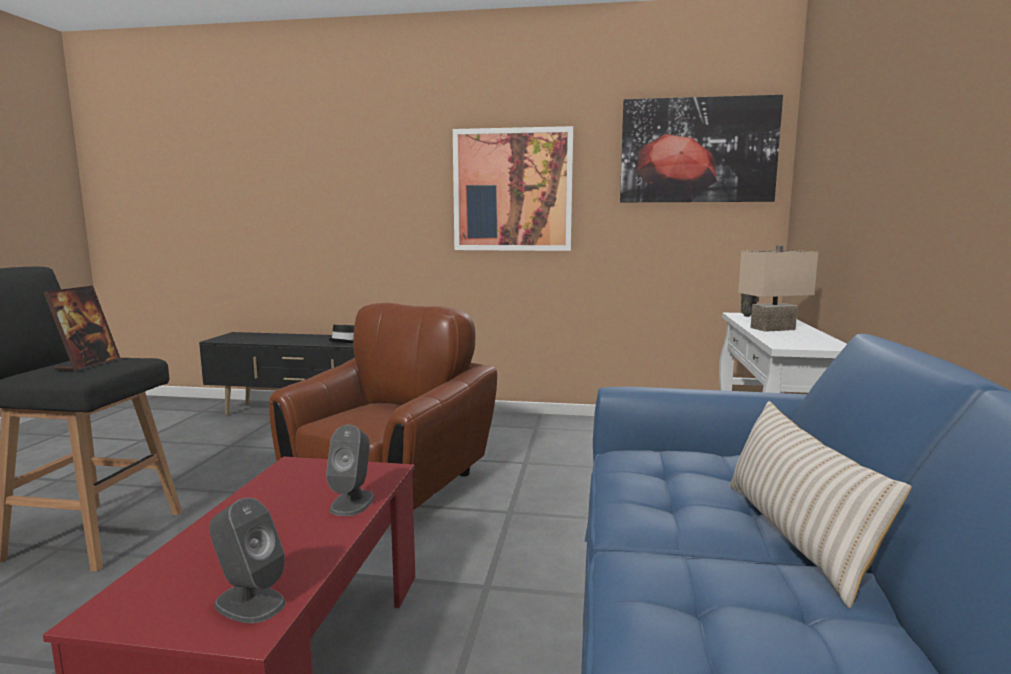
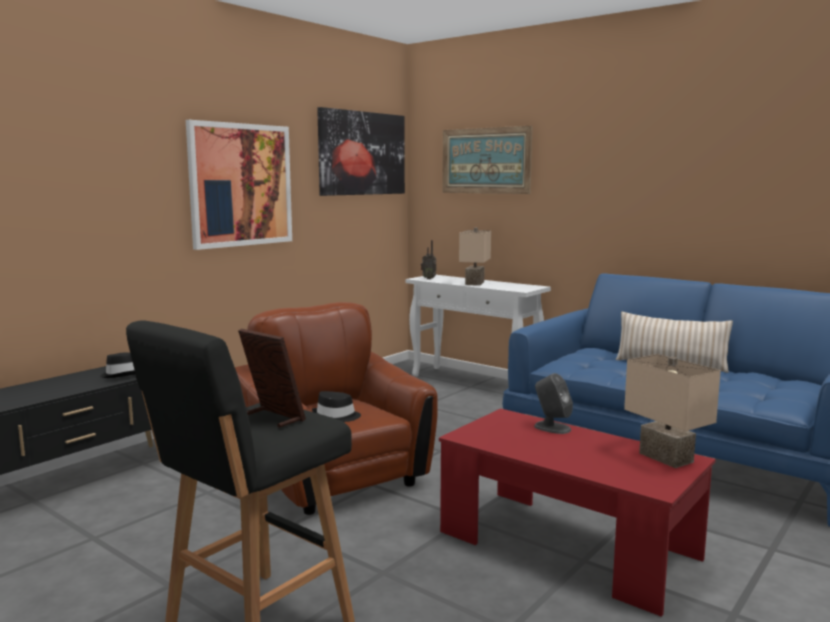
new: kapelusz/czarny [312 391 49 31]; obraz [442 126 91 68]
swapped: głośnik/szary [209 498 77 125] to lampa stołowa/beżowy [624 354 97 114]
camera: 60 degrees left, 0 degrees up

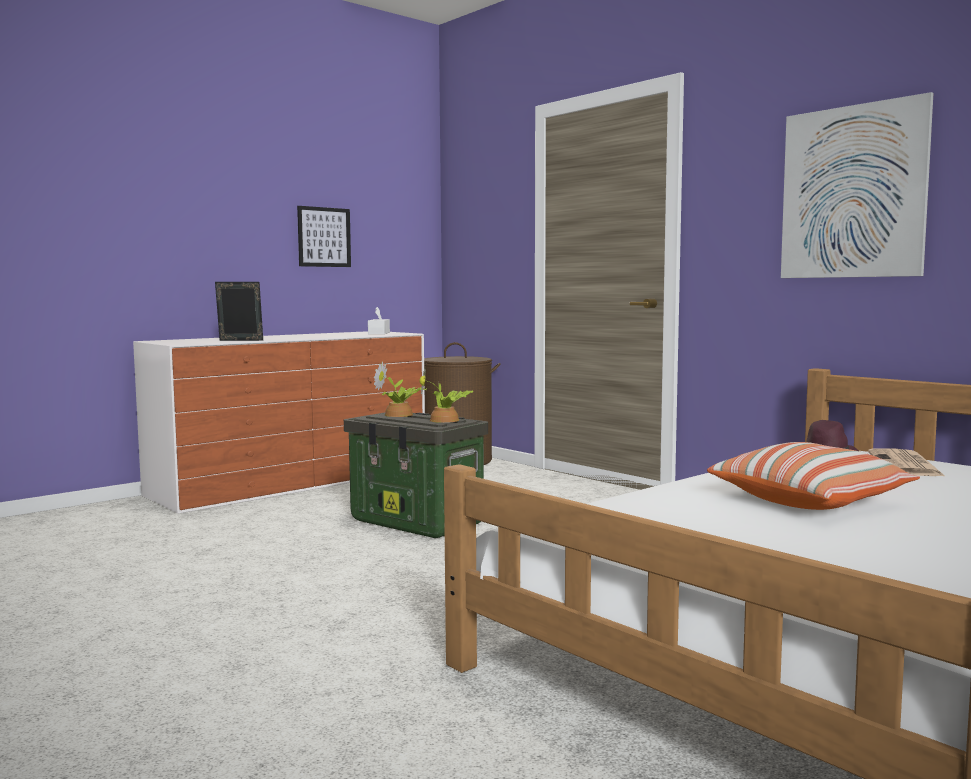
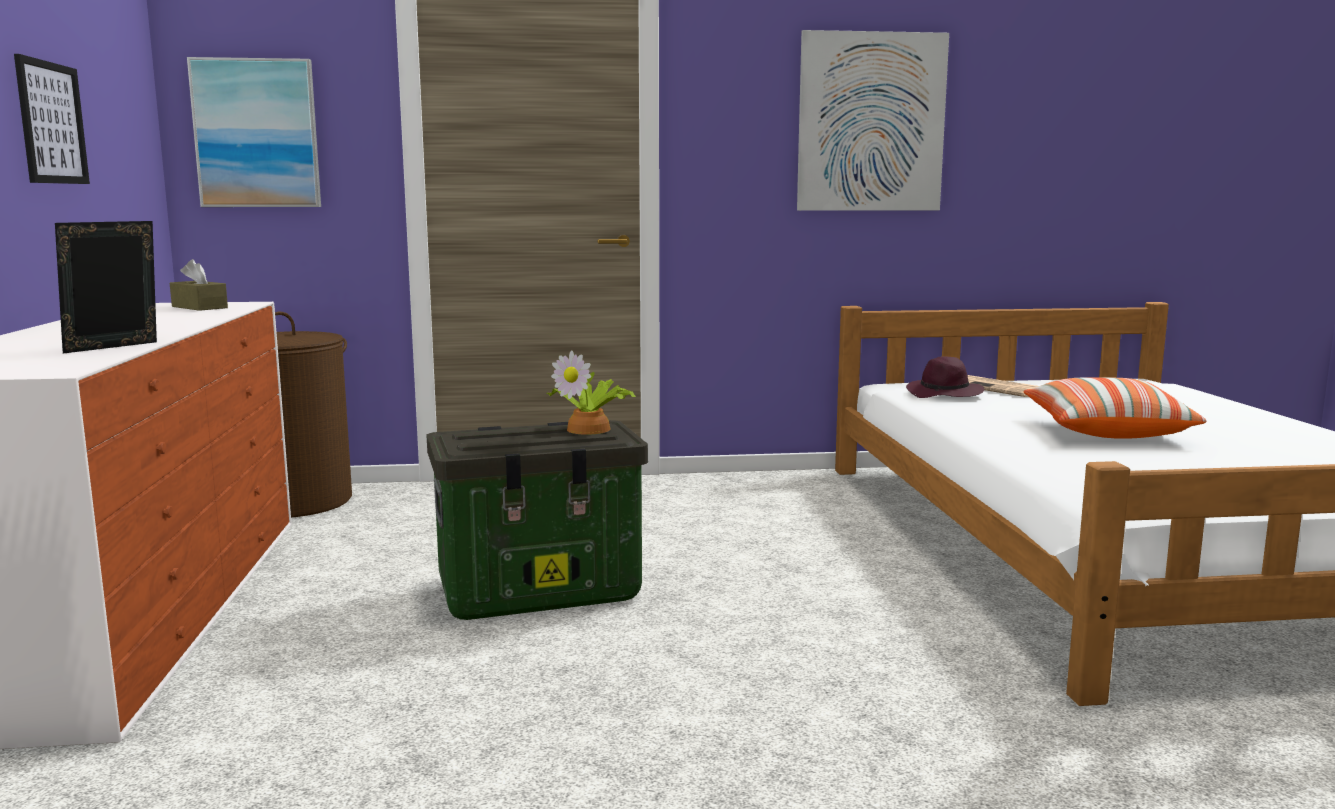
gone: roślina doniczkowa [374 361 53 56]
new: obraz [187 57 134 150]
repainted: pudełko chusteczek/biały [368 307 22 27] to pudełko chusteczek/brązowy [170 259 58 52]
camera: 55 degrees left, 5 degrees up

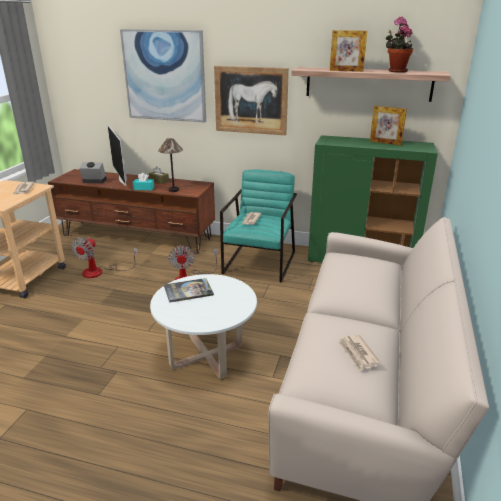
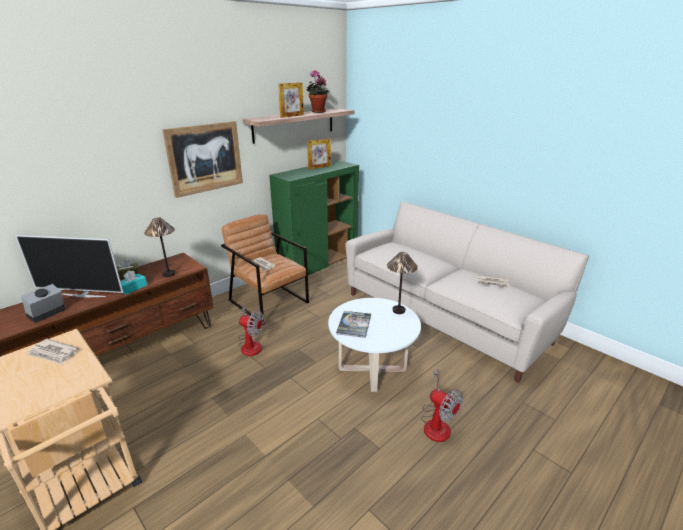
gone: obraz [120 29 86 93]
new: lampa stołowa [387 252 31 62]
shifted: wentylator [72 237 66 41] to [421 369 42 73]
repainted: fotel/turkusowy [220 169 77 114] to fotel/brązowy [221 214 88 111]
camera: 60 degrees left, 0 degrees up

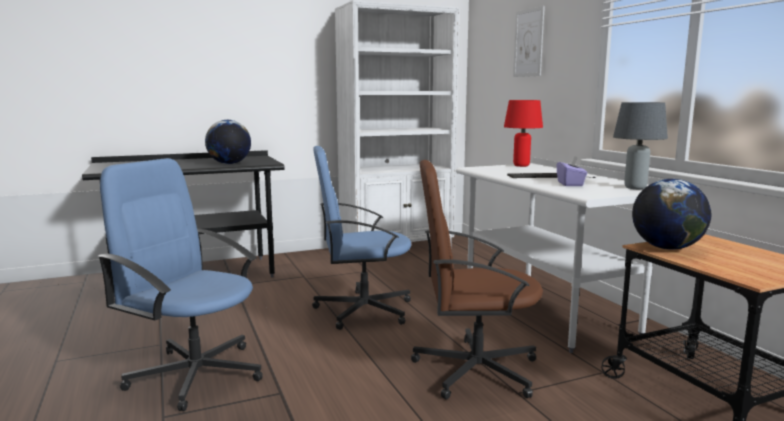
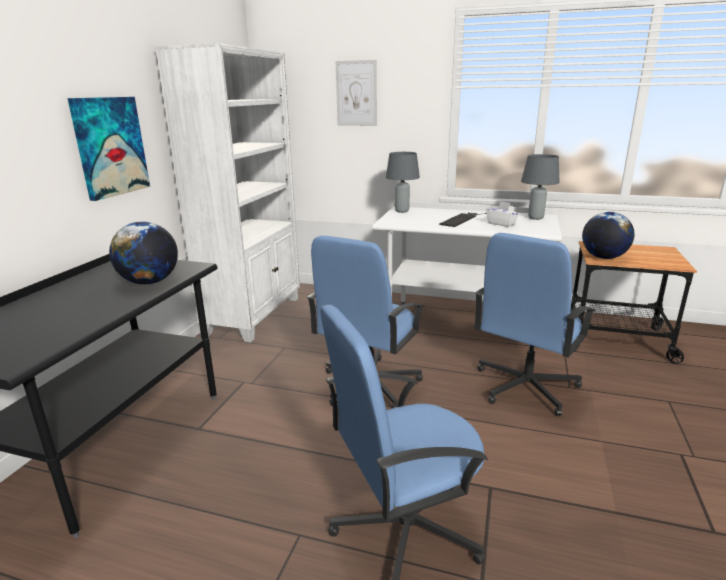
new: obraz [67 97 83 104]
repainted: krzesło biurowe/brązowy [411 160 132 240] to krzesło biurowe/niebieski [474 233 121 183]; lampa stołowa/czerwony [504 100 39 67] to lampa stołowa/szary [386 152 34 61]; pudełko chusteczek/fioletowy [557 156 30 30] to pudełko chusteczek/biały [486 201 33 26]
camera: 50 degrees left, 10 degrees up

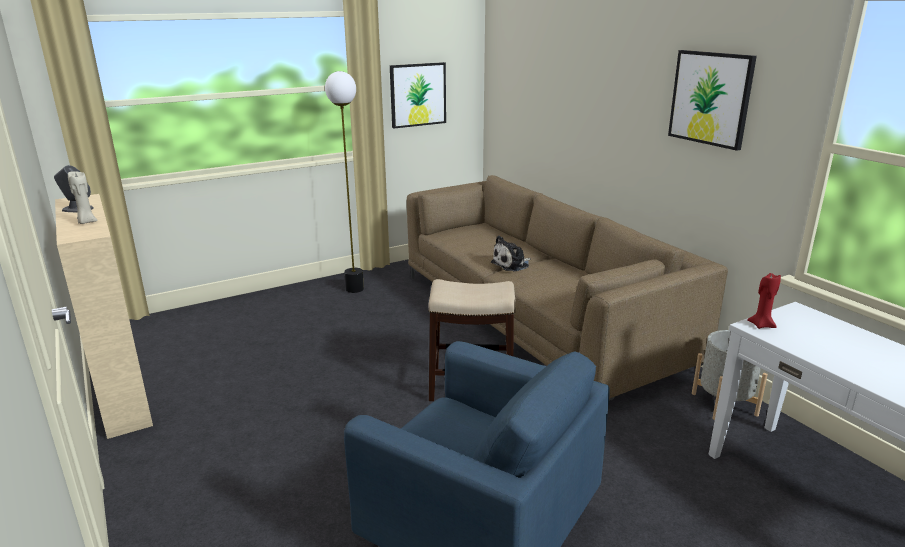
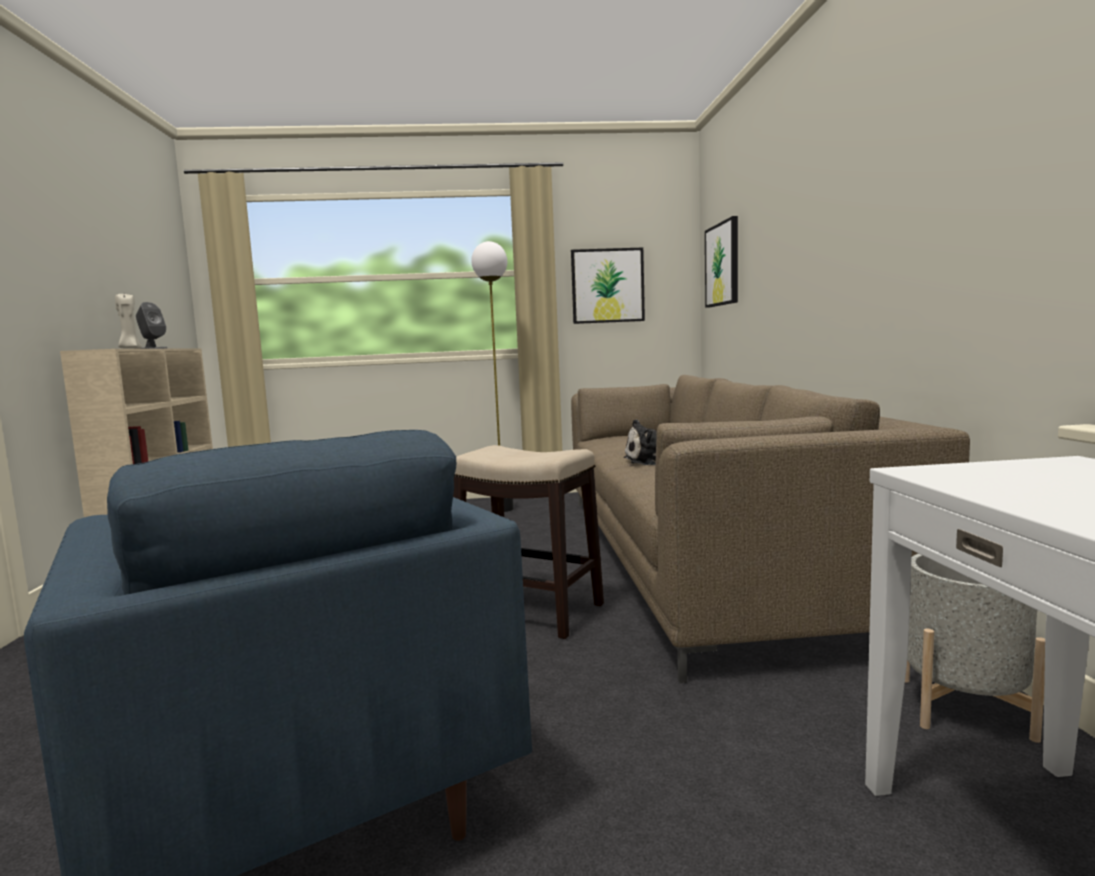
gone: świeca/czerwony [747 273 34 56]
shifted: obraz [668 50 89 101] to [705 216 33 92]
camera: 25 degrees right, 15 degrees down

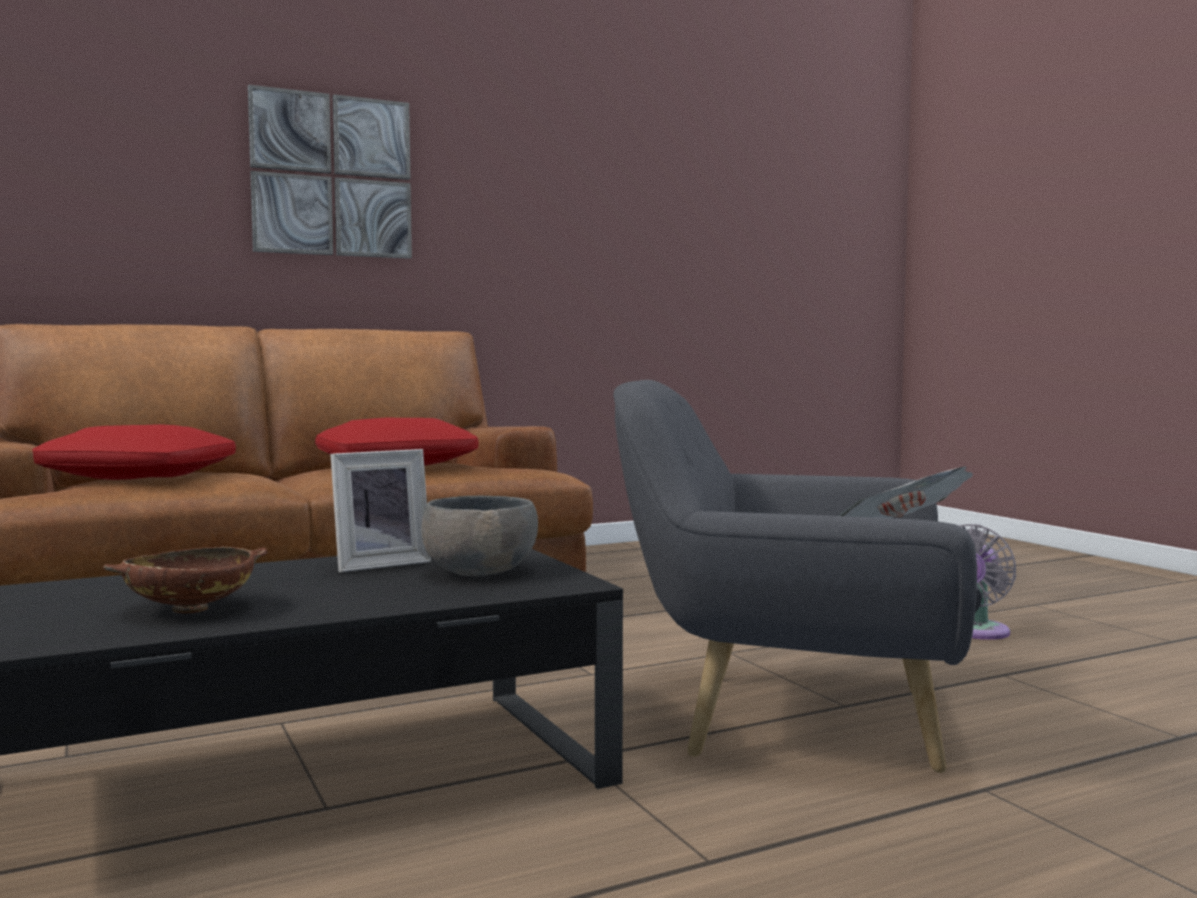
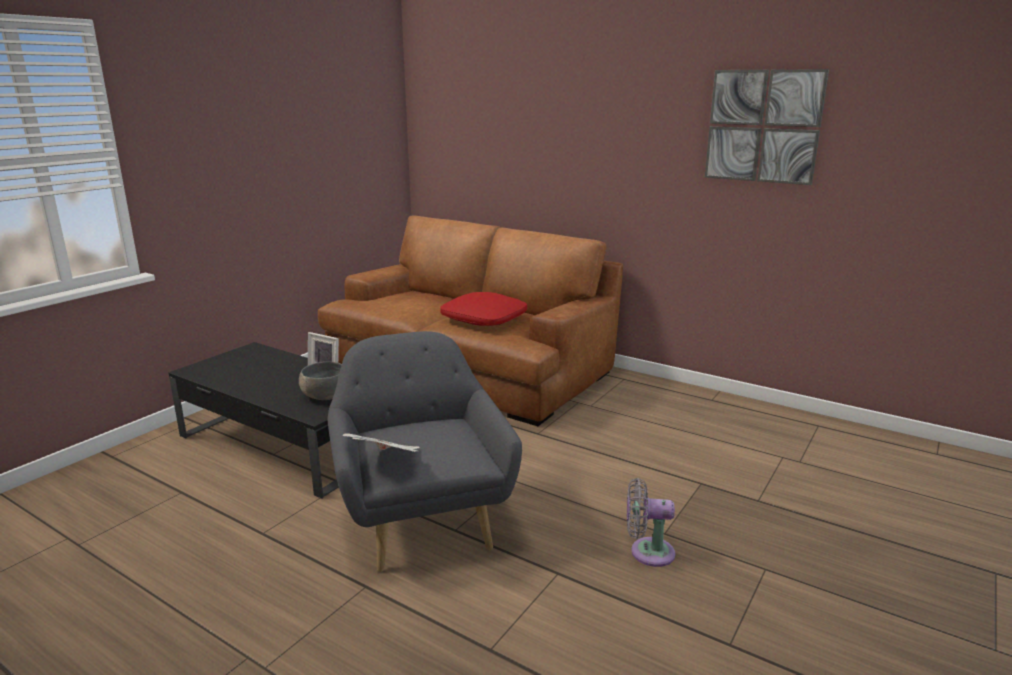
gone: poduszka/czerwony [33 424 203 56]; miska/brązowy [103 547 165 66]
shifted: obraz [248 85 164 174] to [705 69 124 116]
camera: 60 degrees right, 15 degrees up

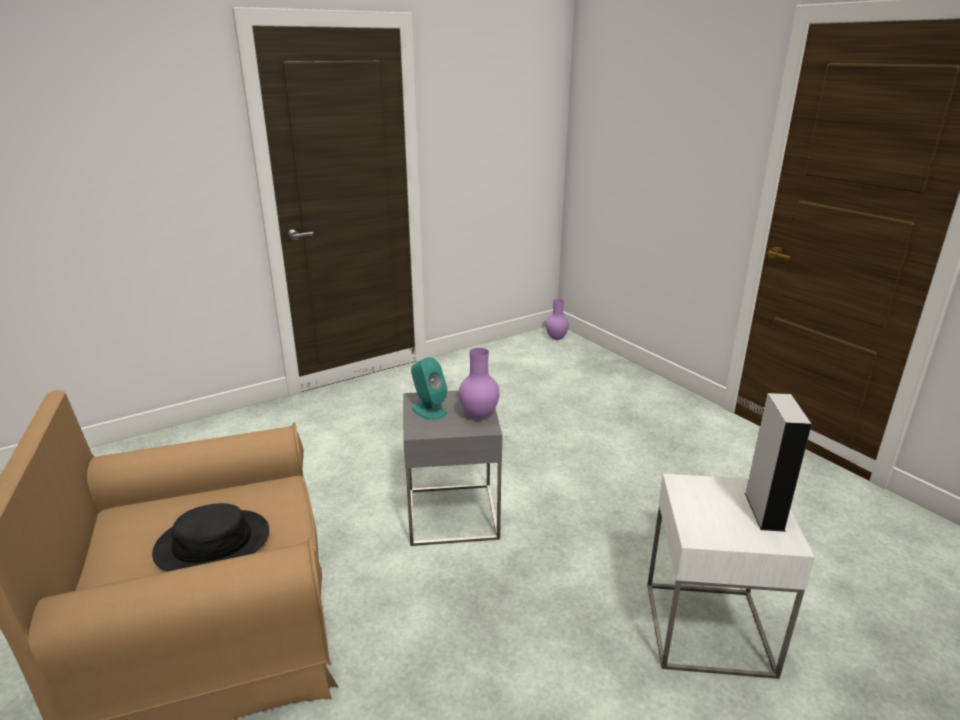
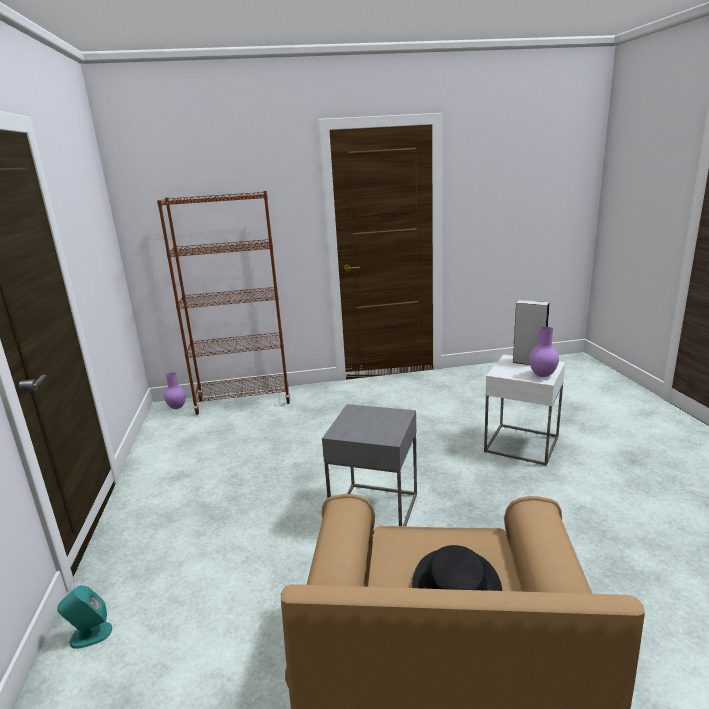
new: regał/brązowy [157 191 134 224]
shifted: głośnik/turkusowy [411 357 36 63] to [57 585 55 64]; wazon/fioletowy [459 348 41 71] to [529 327 30 50]
camera: 65 degrees left, 5 degrees down

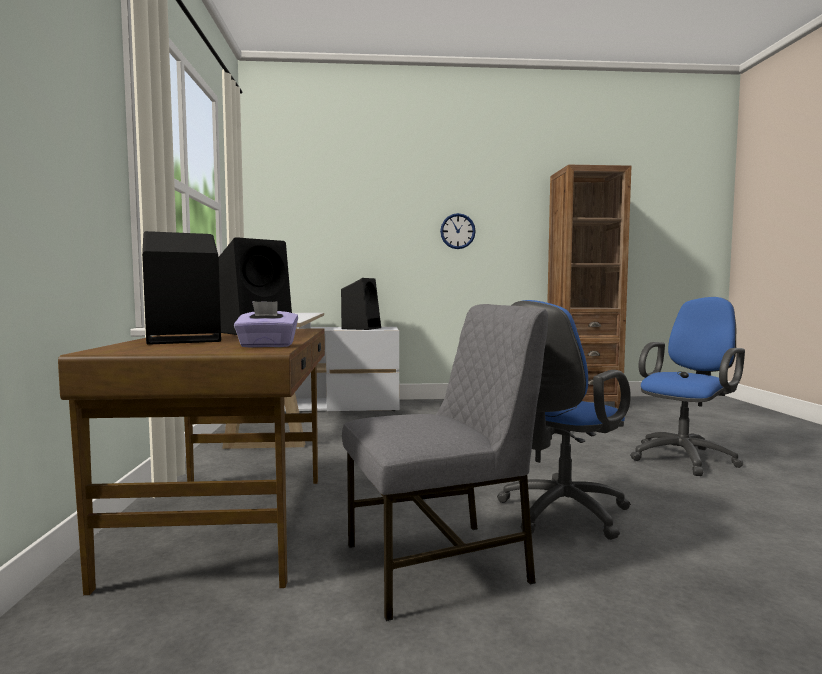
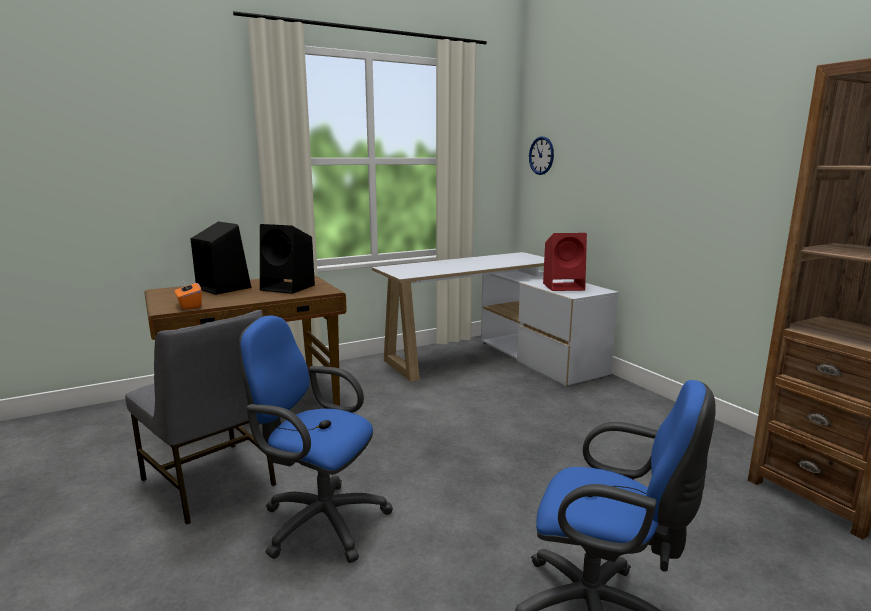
shifted: zegar ścienny [440 213 36 36] to [529 136 25 39]
repainted: pudełko chusteczek/fioletowy [234 301 64 46] to pudełko chusteczek/pomarańczowy [175 280 27 30]; głośnik/czarny [341 278 40 52] to głośnik/czerwony [543 233 44 58]
camera: 65 degrees right, 10 degrees up

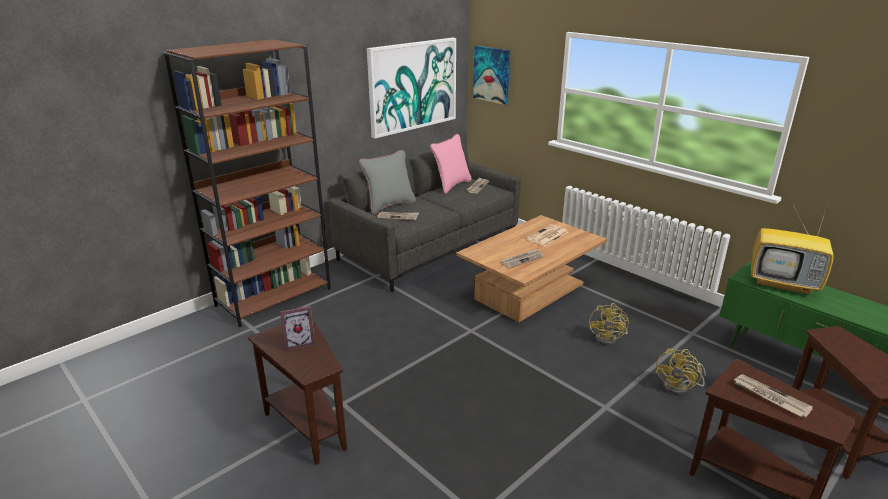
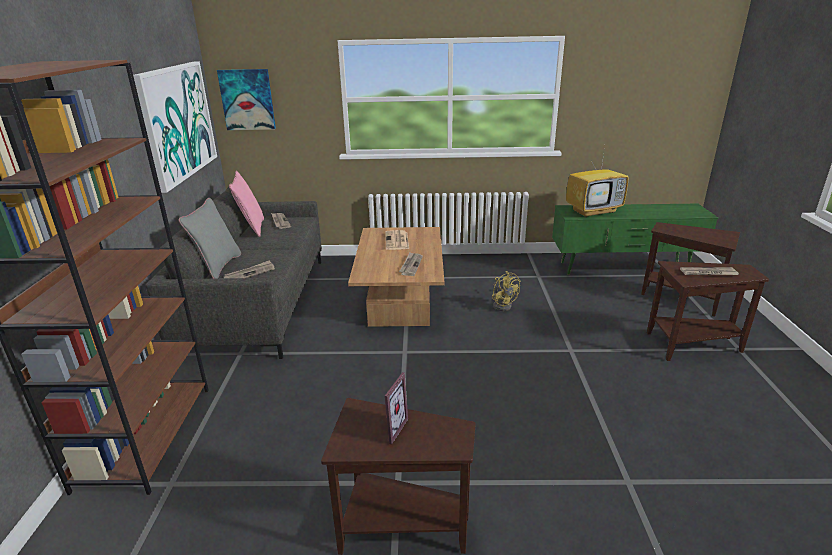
gone: wentylator/żółty [656 348 50 47]
camera: 45 degrees left, 0 degrees up

